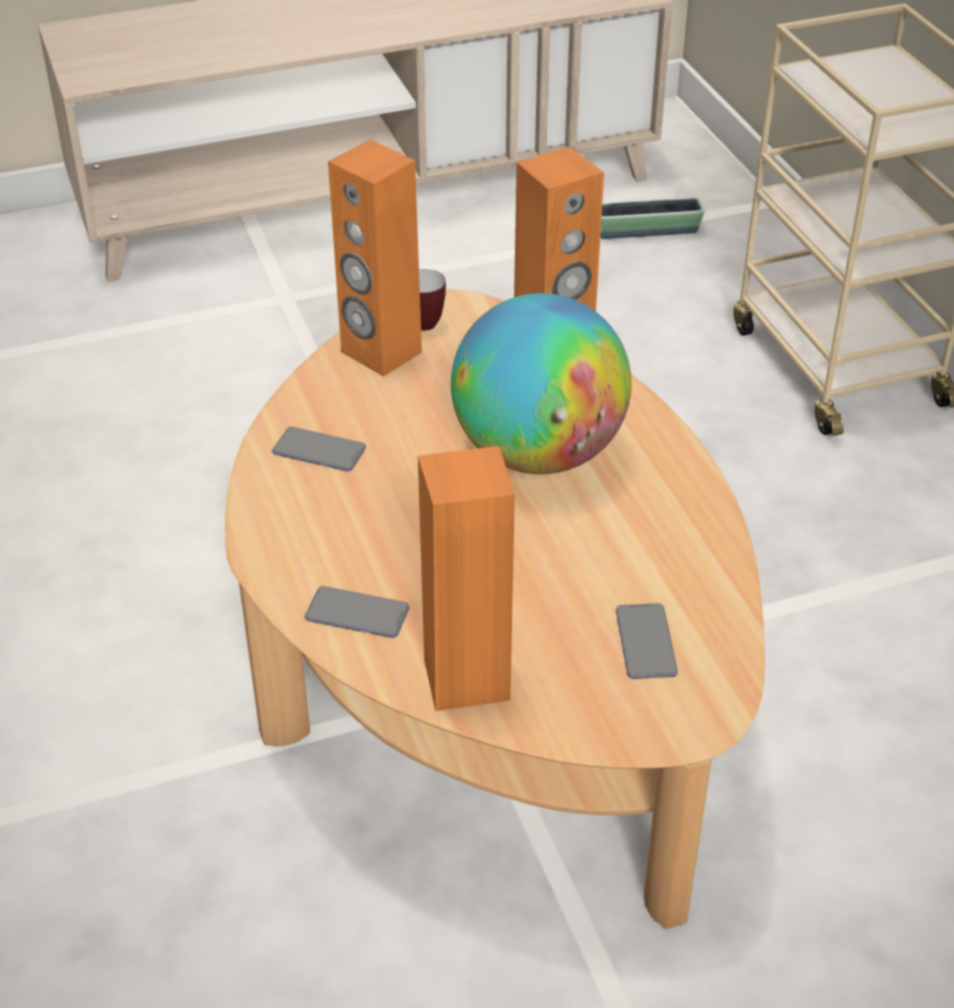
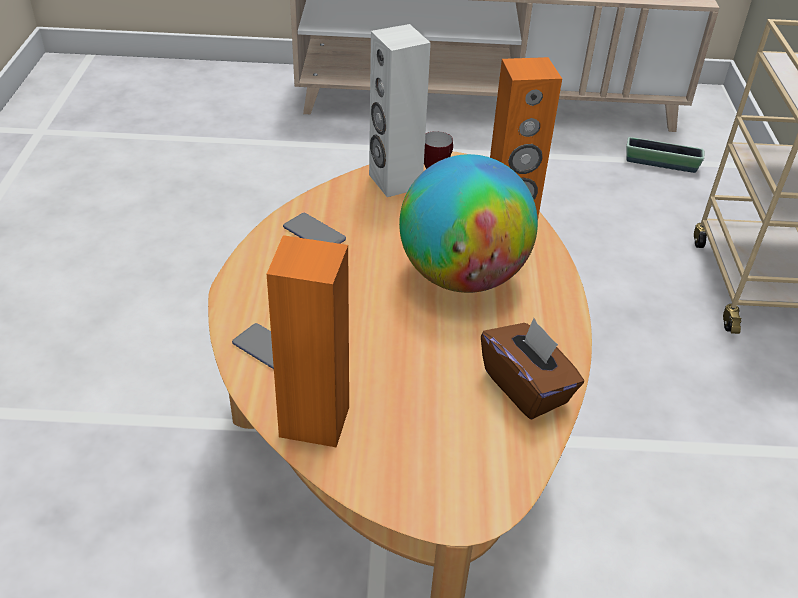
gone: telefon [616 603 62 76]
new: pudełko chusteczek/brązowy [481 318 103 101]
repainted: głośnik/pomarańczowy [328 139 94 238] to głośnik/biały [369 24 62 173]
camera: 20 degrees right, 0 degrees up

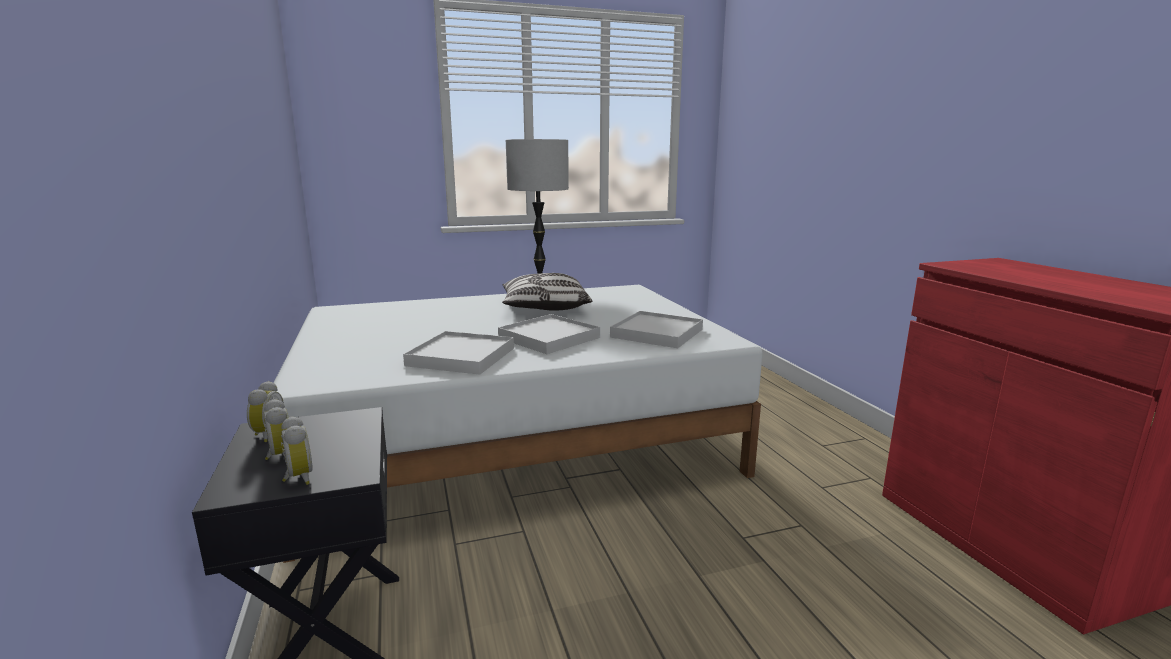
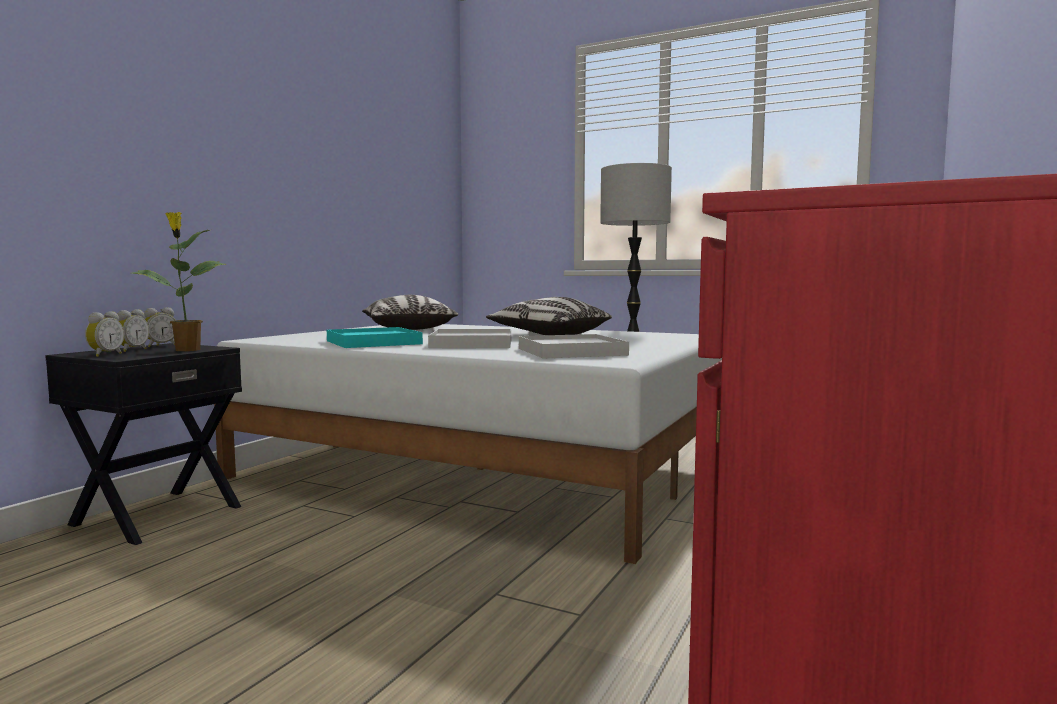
new: roślina doniczkowa [132 212 94 139]; poduszka [362 295 96 35]
repainted: taca/biały [403 331 111 44] to taca/turkusowy [327 327 96 21]
camera: 45 degrees right, 10 degrees down

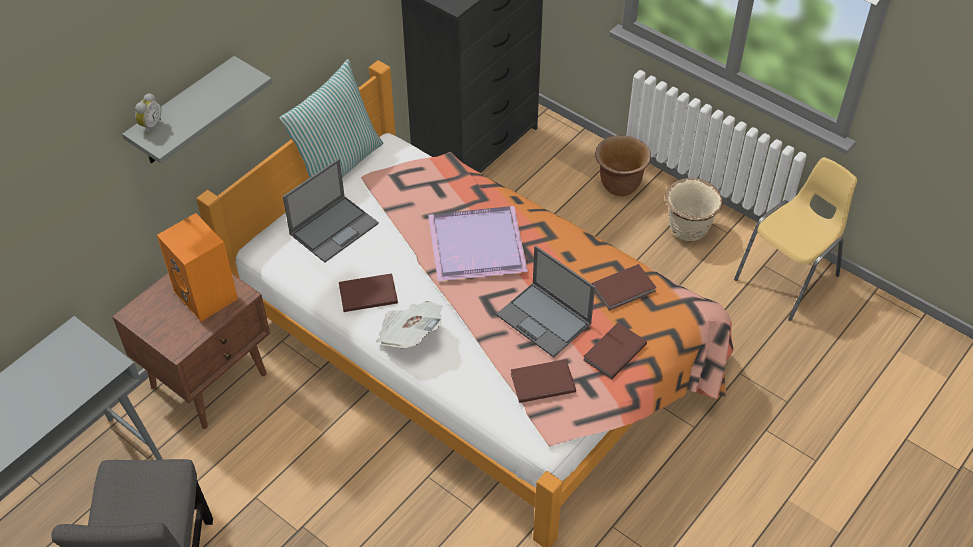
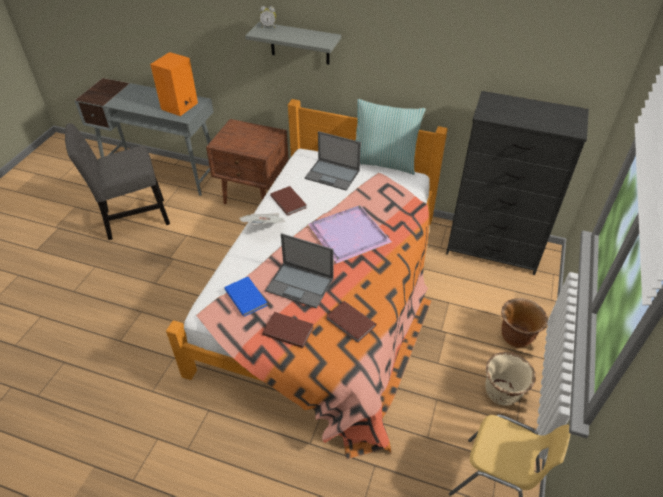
shifted: głośnik/pomarańczowy [157 213 81 108] to [150 52 48 64]
repainted: książka/brązowy [511 359 65 44] to książka/niebieski [225 277 43 40]
rotated: laptop [496 246 99 112] = [265 233 68 76] 90 degrees counterclockwise
camera: 70 degrees right, 5 degrees down

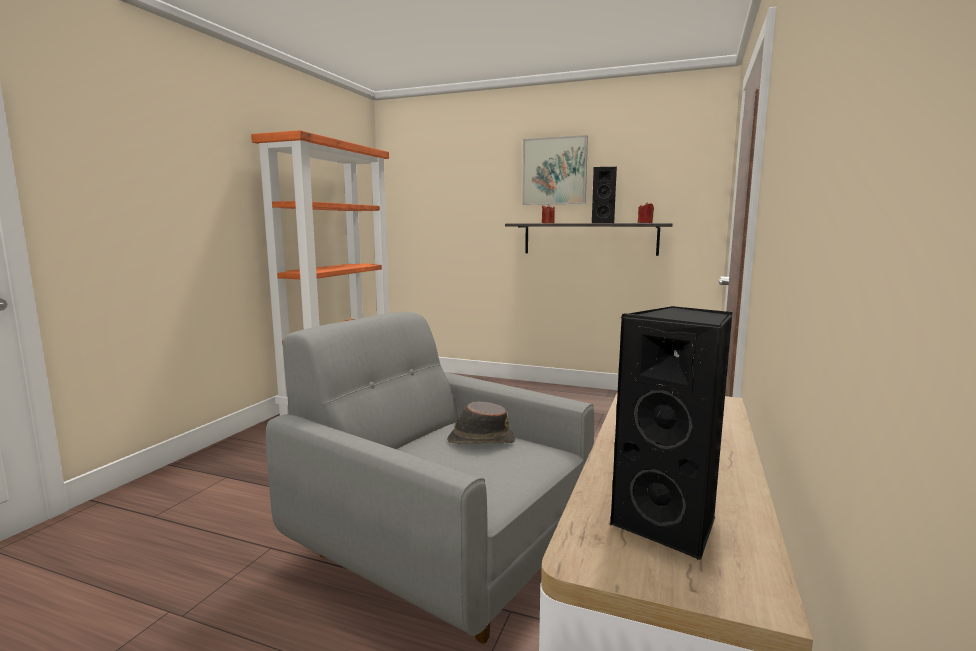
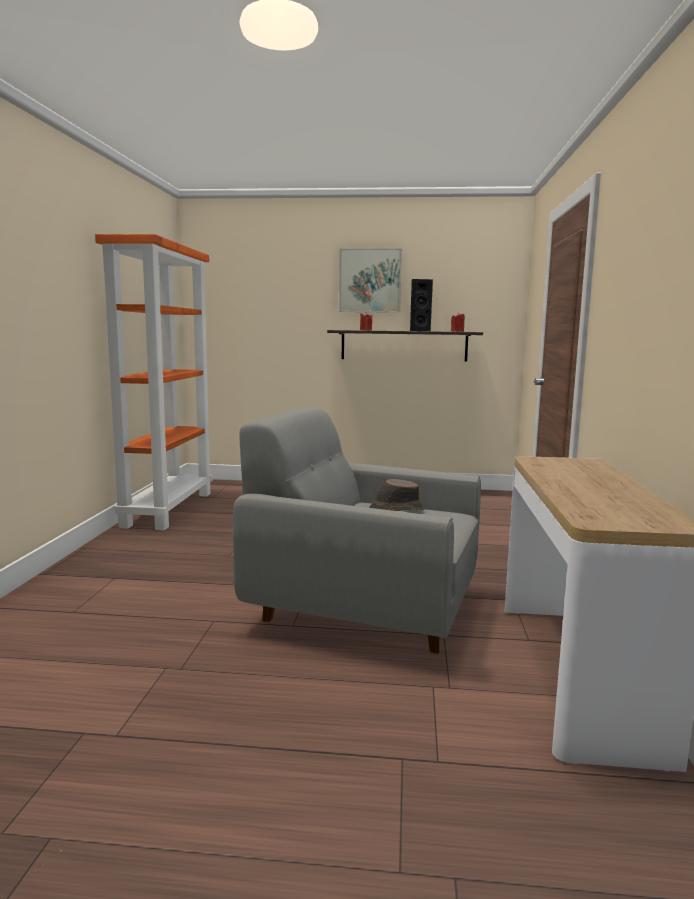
gone: głośnik/czarny [610 306 122 255]
camera: 15 degrees left, 0 degrees up

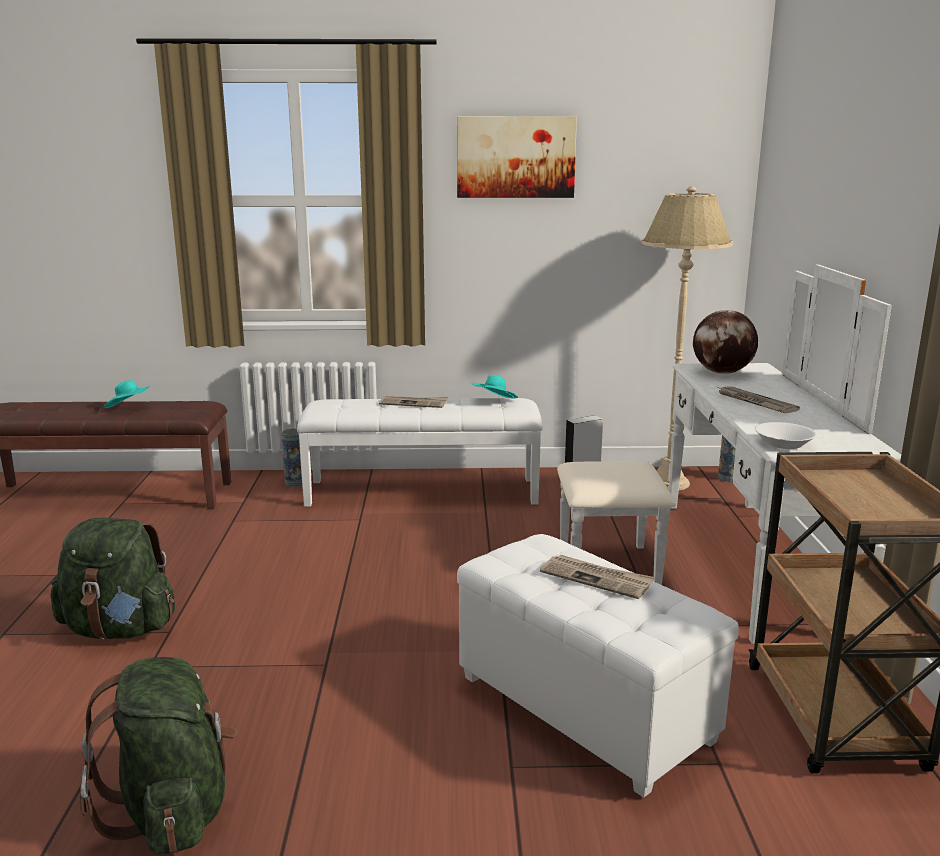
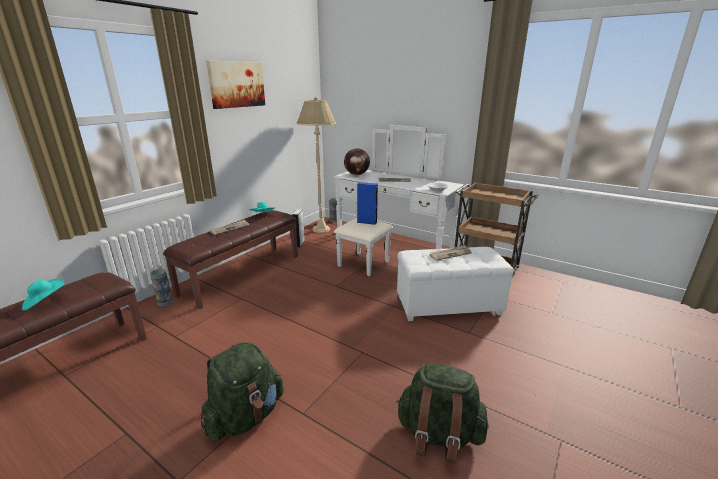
new: głośnik/niebieski [357 182 21 43]
repainted: ławka/biały [297 398 246 109] to ławka/brązowy [163 210 135 99]
camera: 55 degrees left, 5 degrees up

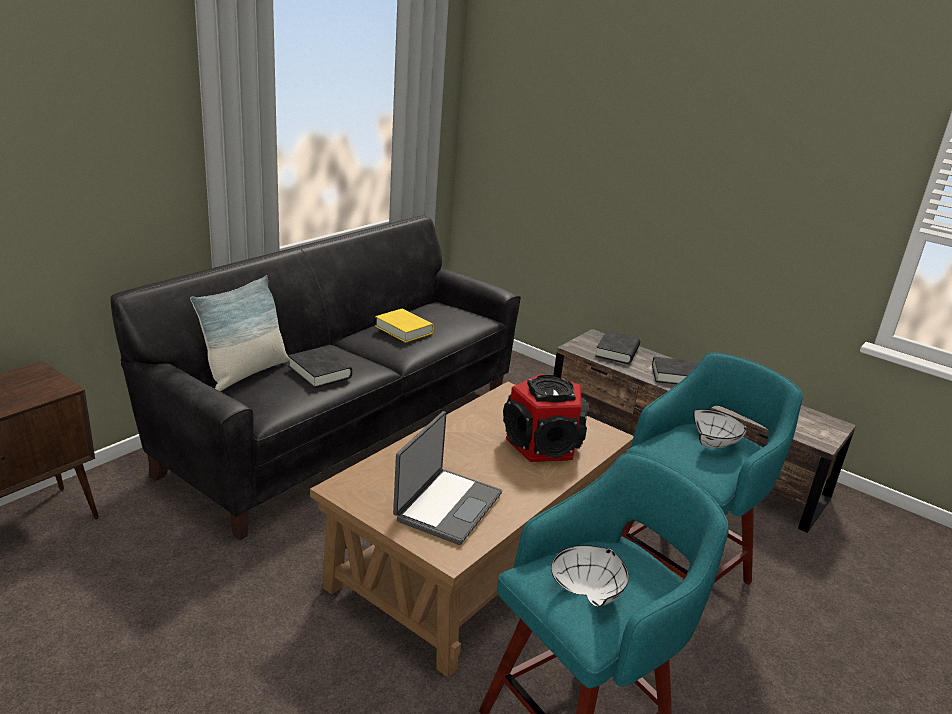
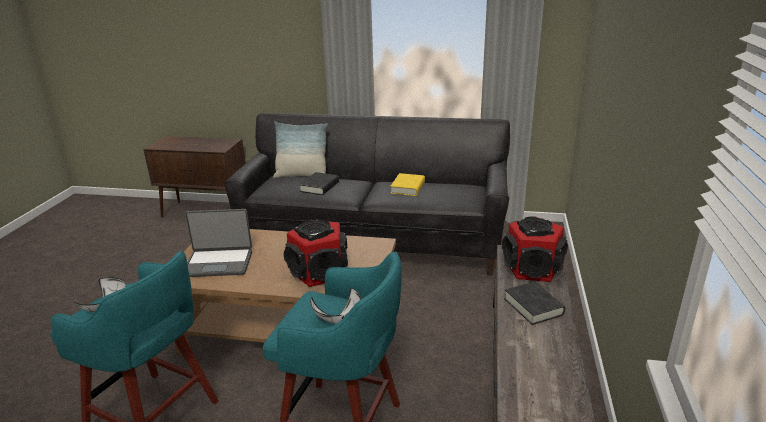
swapped: książka/czarny [595 331 45 33] to głośnik [502 217 66 65]
camera: 65 degrees right, 0 degrees up

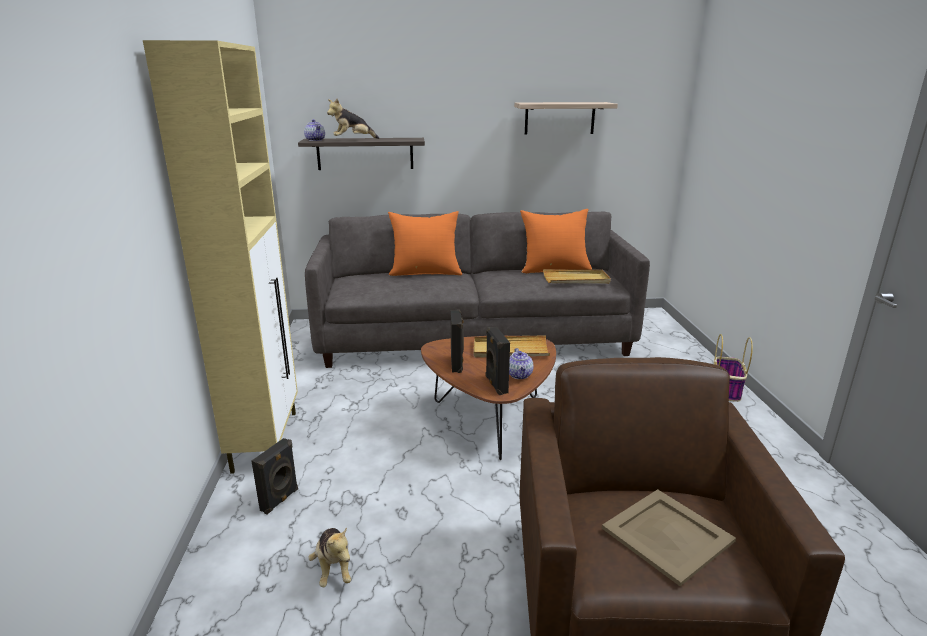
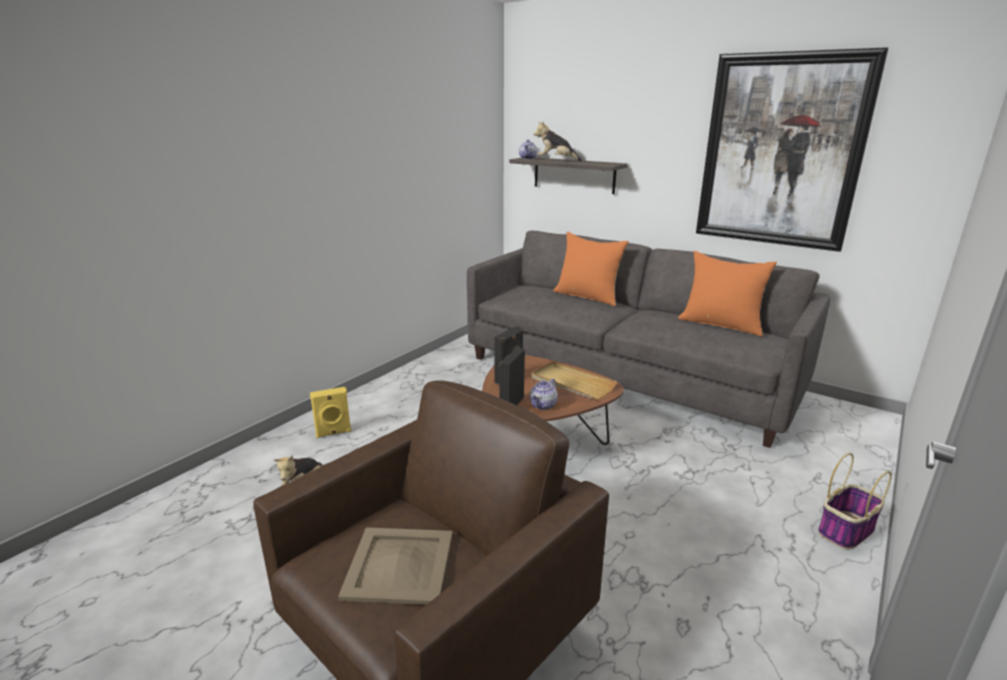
gone: szafka/beżowy [143 40 155 434]; taca/beżowy [543 269 68 15]
swapped: półka [514 102 104 33] to obraz [696 47 193 205]
repainted: głośnik/czarny [252 438 46 76] to głośnik/żółty [310 387 41 51]
camera: 40 degrees right, 0 degrees up

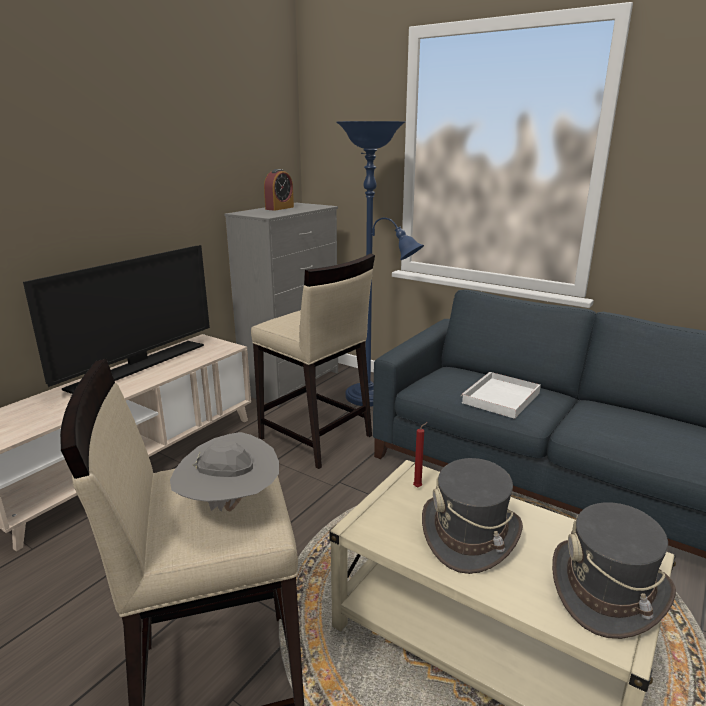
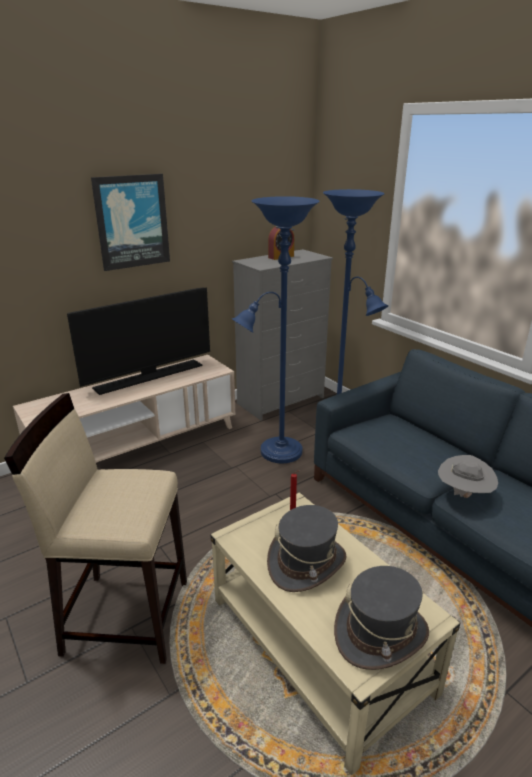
gone: taca/biały [460 372 81 47]
new: obraz [91 174 79 97]
shifted: kapelusz/szary [170 432 109 79] to [438 455 60 43]
swapped: stołek/beżowy [251 253 124 216] to lampa stojąca/niebieski [231 196 89 267]
camera: 20 degrees right, 5 degrees up

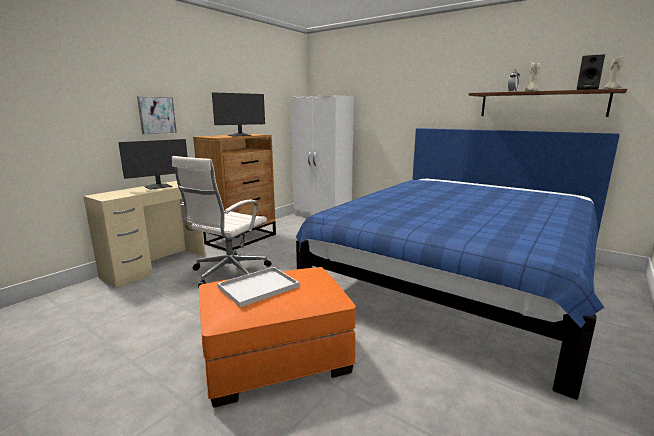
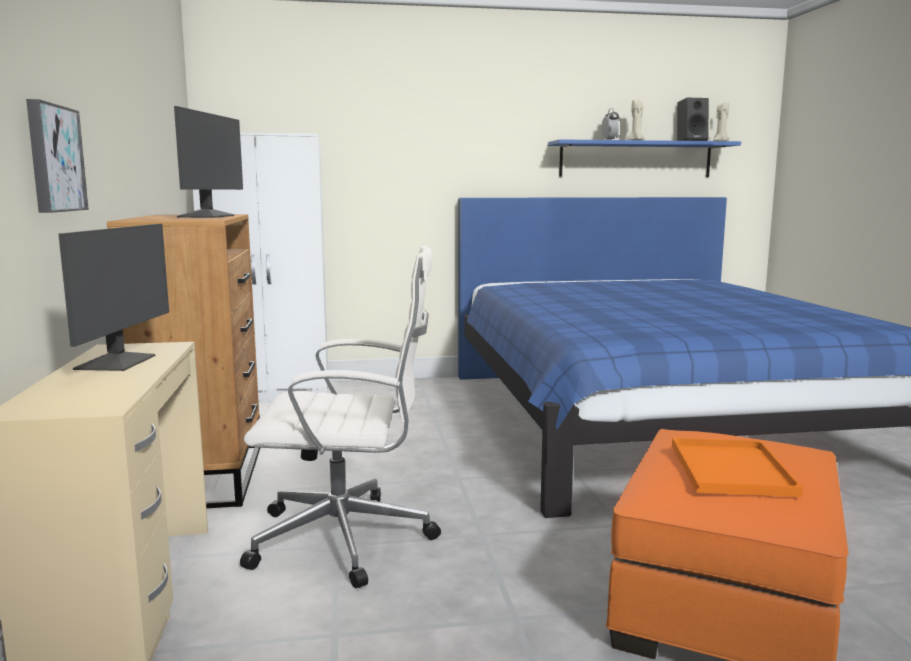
repainted: taca/biały [217 267 82 40] to taca/pomarańczowy [672 438 131 59]; półka/brązowy [469 89 158 28] to półka/niebieski [548 139 193 38]
rotated: krzesło biurowe/biały [172 156 100 132] = [240 245 201 343] 75 degrees counterclockwise
camera: 45 degrees left, 5 degrees down

